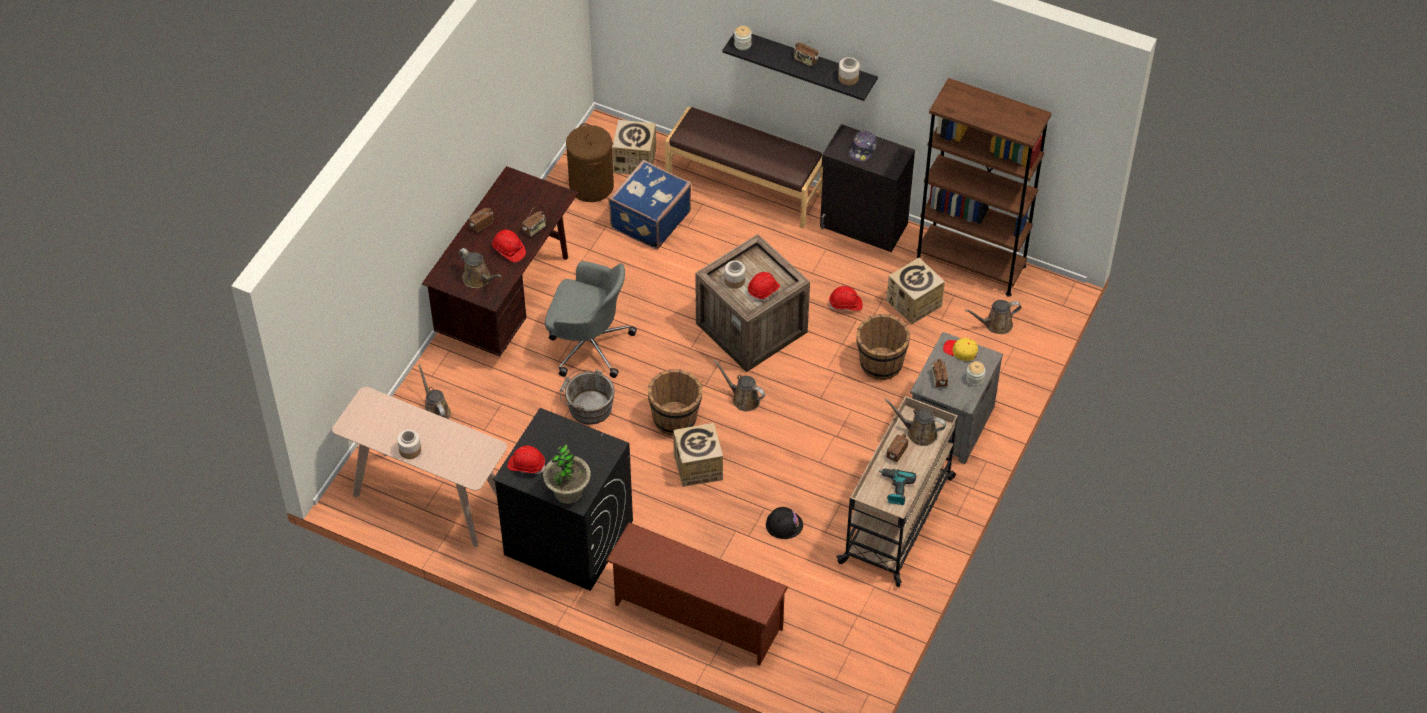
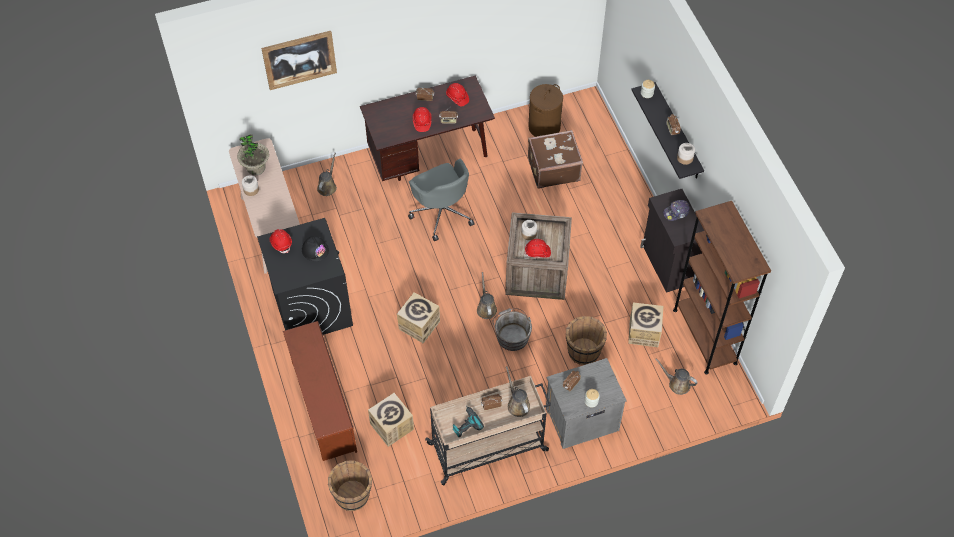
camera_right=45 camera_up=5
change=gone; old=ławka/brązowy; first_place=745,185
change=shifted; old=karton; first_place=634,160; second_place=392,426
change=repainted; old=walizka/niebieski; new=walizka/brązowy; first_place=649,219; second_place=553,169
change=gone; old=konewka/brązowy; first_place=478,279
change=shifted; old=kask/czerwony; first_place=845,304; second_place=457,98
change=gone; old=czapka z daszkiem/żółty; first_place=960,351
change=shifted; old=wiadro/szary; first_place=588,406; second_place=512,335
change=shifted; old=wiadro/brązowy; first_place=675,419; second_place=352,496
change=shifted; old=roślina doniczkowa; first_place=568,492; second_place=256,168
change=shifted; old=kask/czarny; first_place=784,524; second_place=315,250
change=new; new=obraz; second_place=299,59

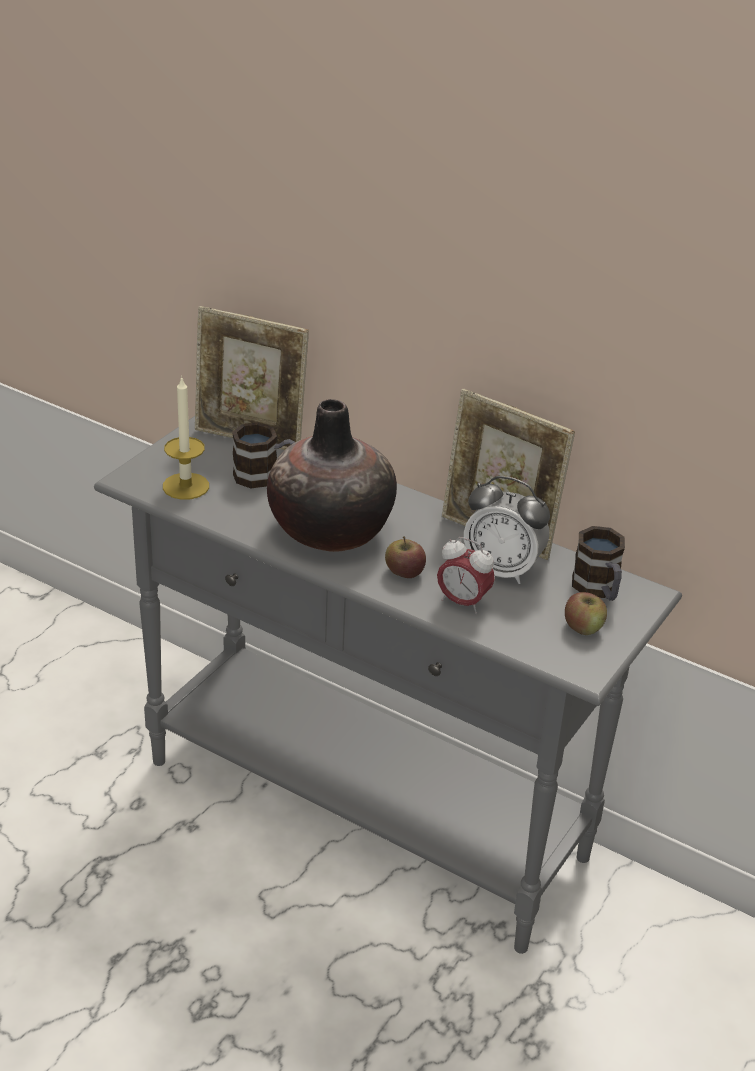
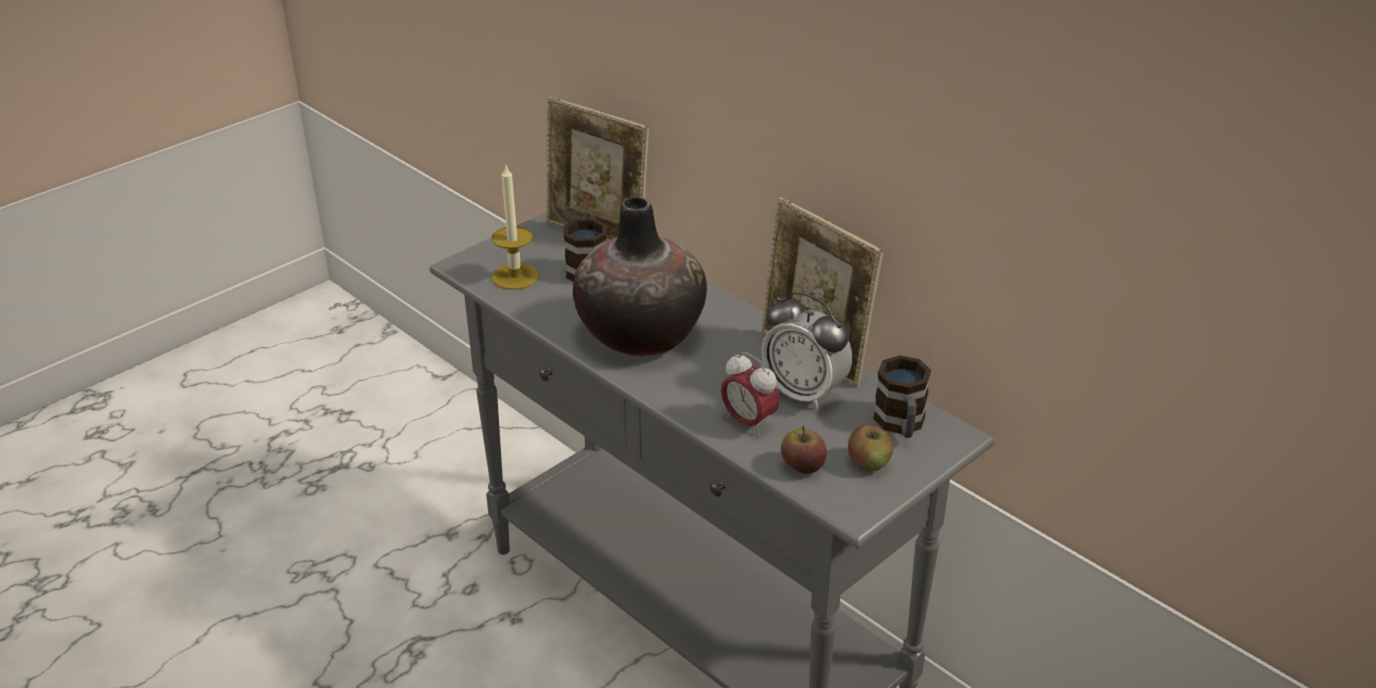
camera_right=15 camera_up=0
change=shifted; old=jabłko; first_place=404,572; second_place=802,466

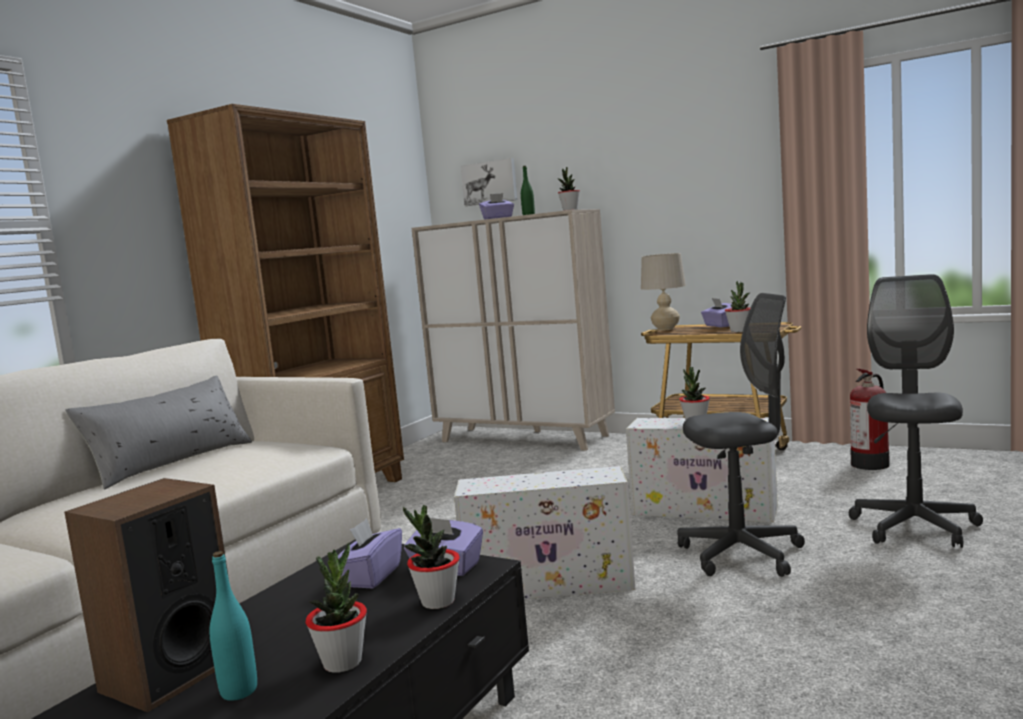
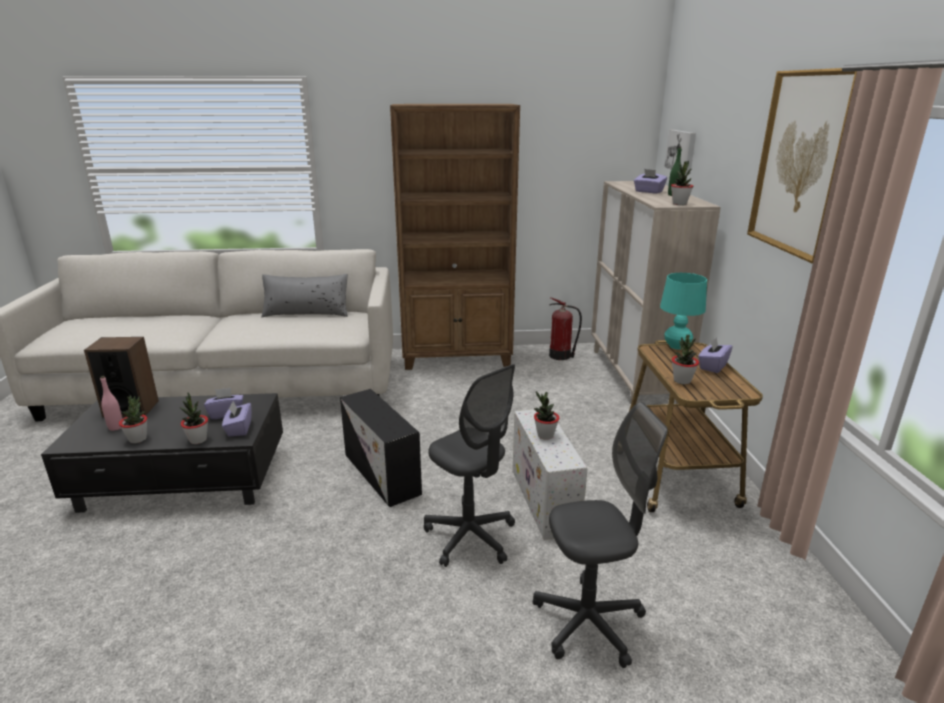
camera_right=55 camera_up=15
change=repainted; old=lampa stołowa/beżowy; new=lampa stołowa/turkusowy; first_place=665,329; second_place=676,346
change=shifted; old=gaśnica; first_place=871,464; second_place=561,356
change=repainted; old=pojemnik do przechowywania/biały; new=pojemnik do przechowywania/czarny; first_place=552,584; second_place=382,474
change=repainted; old=butelka/turkusowy; new=butelka/różowy; first_place=239,691; second_place=116,427
change=new; new=obraz; second_place=801,163

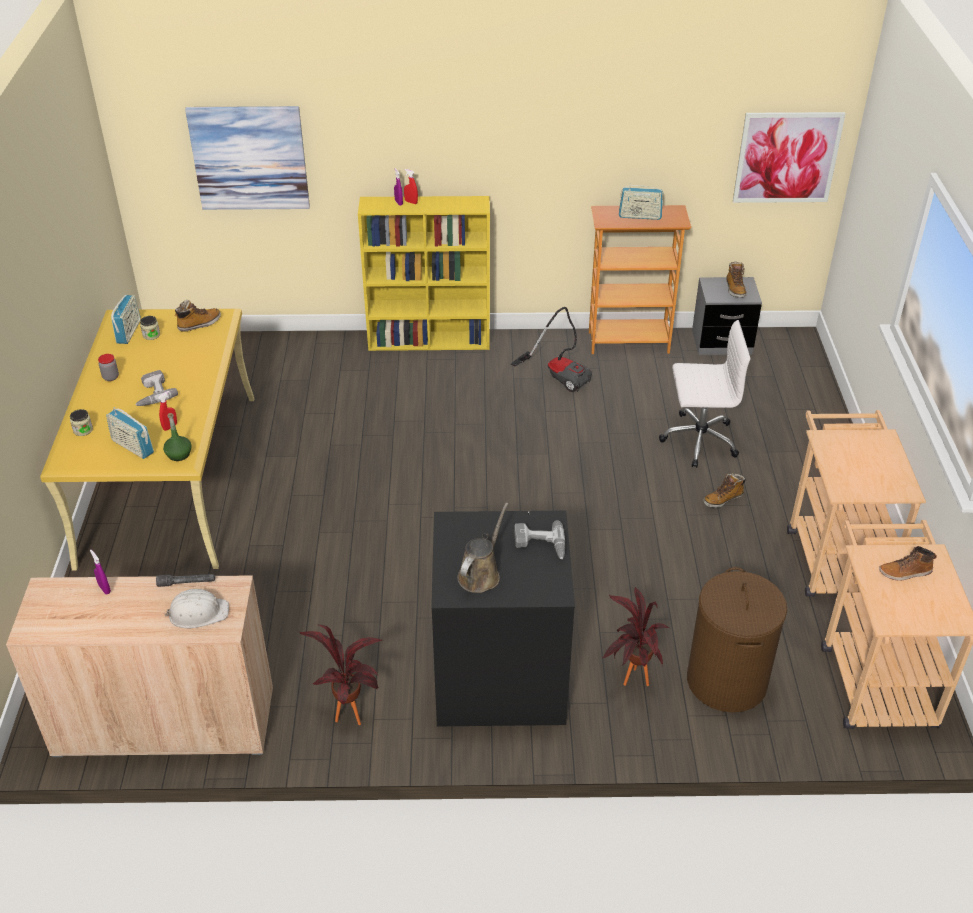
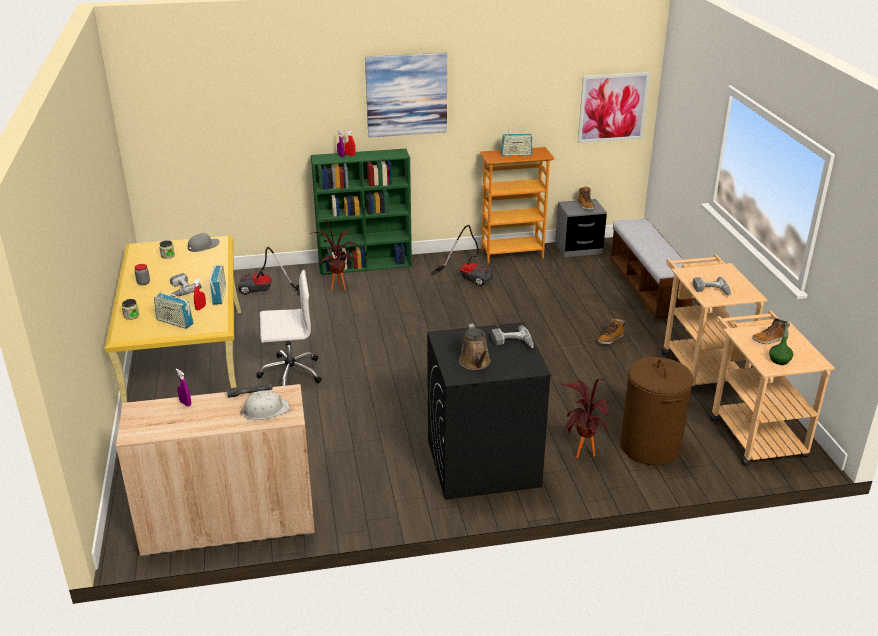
camera_right=-10 camera_up=-10
change=shifted; old=obraz; first_place=249,158; second_place=406,95
change=repainted; old=regał/żółty; new=regał/zielony; first_place=430,340; second_place=366,265
change=shifted; old=radio; first_place=129,332; second_place=219,296
change=swapped; old=but z cholewką; new=czapka z daszkiem/szary; first_place=199,324; second_place=203,246
change=shifted; old=krzesło biurowe/biały; first_place=698,440; second_place=289,373
change=shifted; old=butelka/zielony; first_place=179,454; second_place=779,360
change=rotated; old=konewka/brązowy; first_place=481,574; second_place=475,363; degrees=150
change=shifted; old=roślina doniczkowa; first_place=350,710; second_place=338,286
change=new; new=ławka; second_place=648,288
change=new; new=odkurzacz; second_place=265,291
change=new; new=wiertarka; second_place=711,291

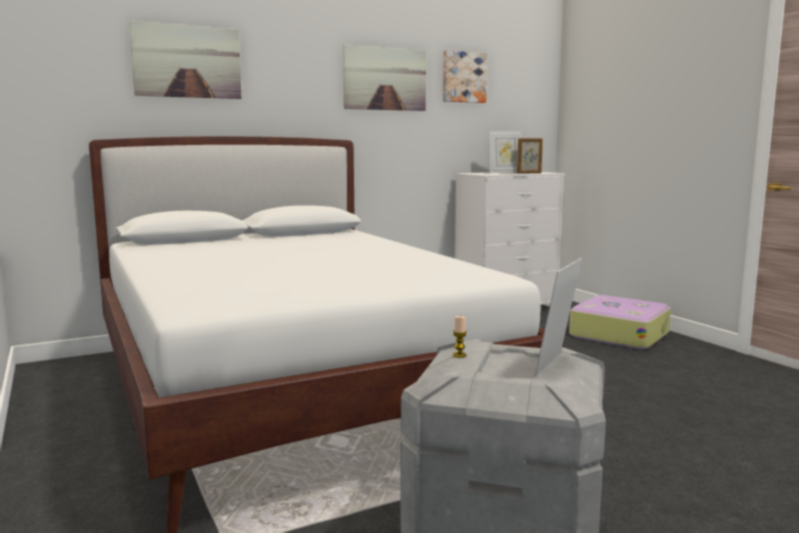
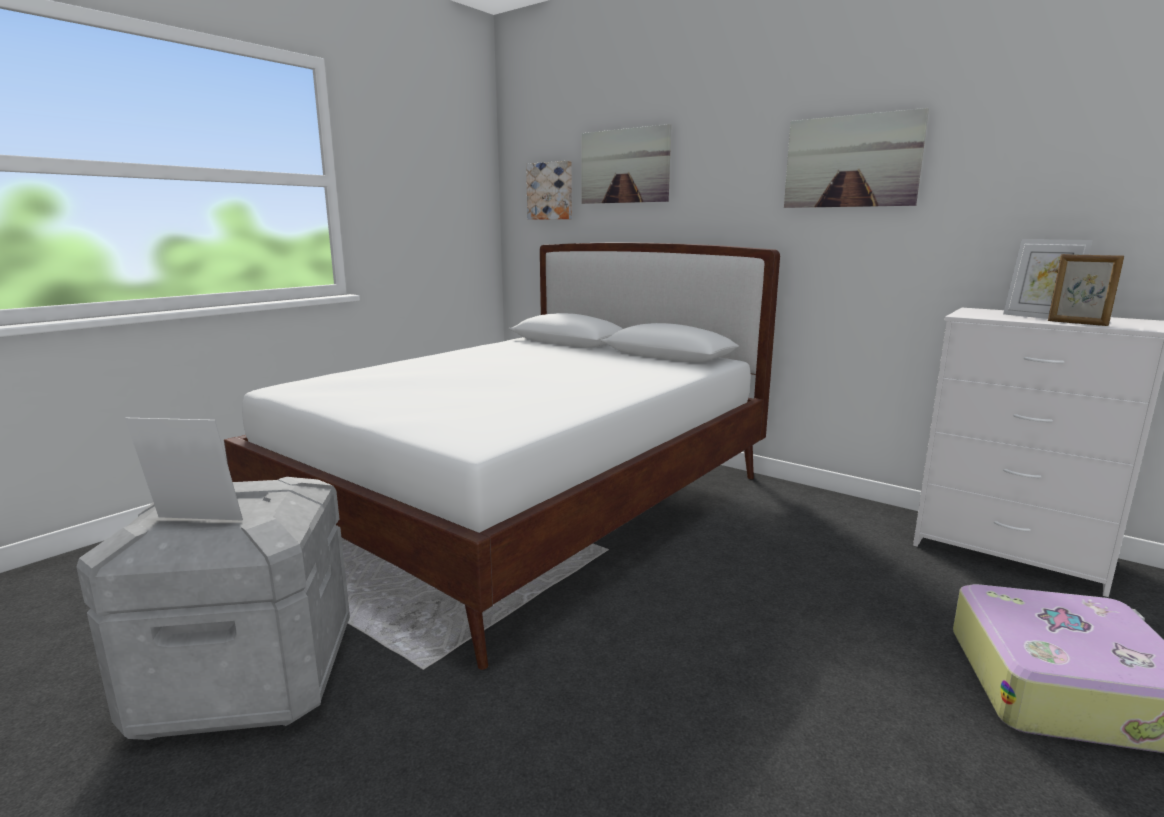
camera_right=65 camera_up=5
change=shifted; old=obraz; first_place=463,77; second_place=551,191
change=gone; old=świeca; first_place=459,355

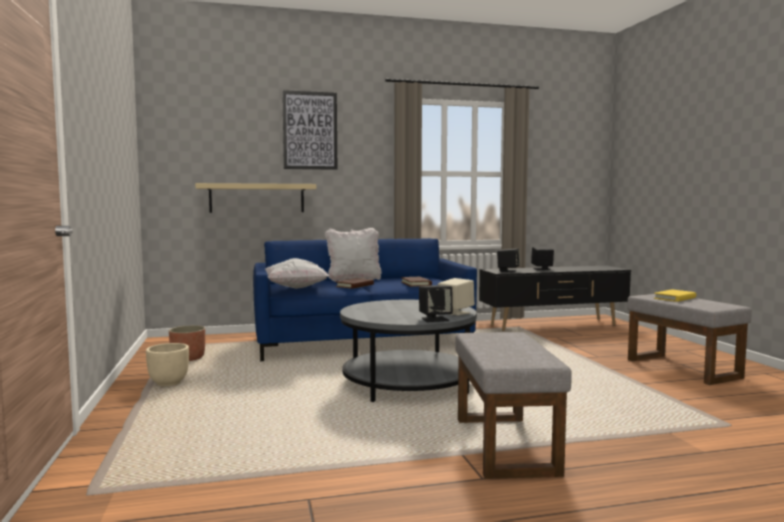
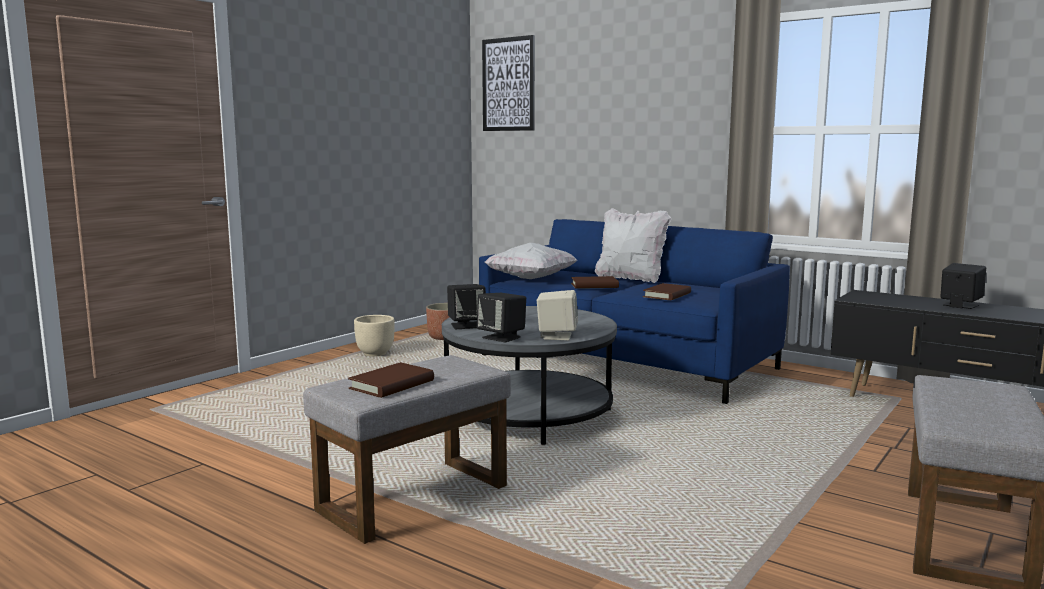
camera_right=50 camera_up=5
change=shifted; old=obraz; first_place=310,130; second_place=508,84
change=gone; old=półka/beżowy; first_place=257,198
change=shifted; old=głośnik/czarny; first_place=508,271; second_place=466,325
change=gone; old=książka/żółty; first_place=675,298
change=new; new=książka/brązowy; second_place=392,385

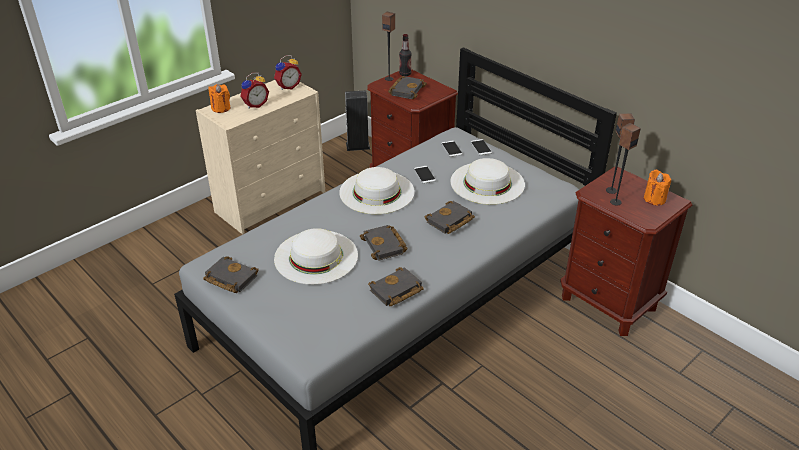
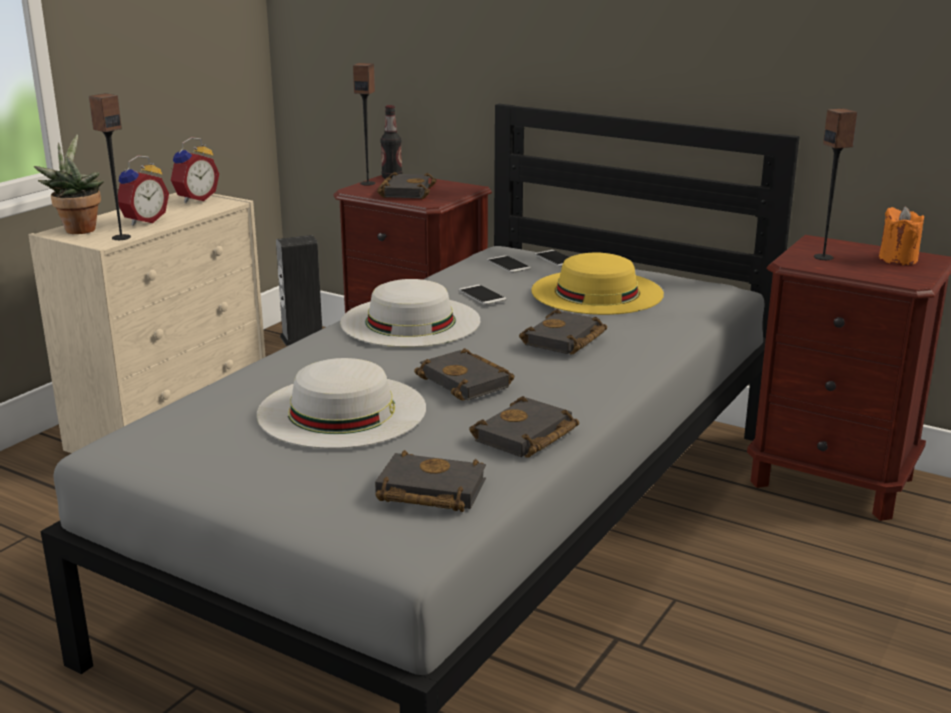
camera_right=-15 camera_up=-15
change=swapped; old=świeca/pomarańczowy; new=roślina doniczkowa; first_place=221,108; second_place=78,229
change=shifted; old=głośnik; first_place=615,202; second_place=121,237
change=repainted; old=kapelusz/biały; new=kapelusz/żółty; first_place=487,183; second_place=597,292
change=shifted; old=książka/czarny; first_place=229,278; second_place=427,491

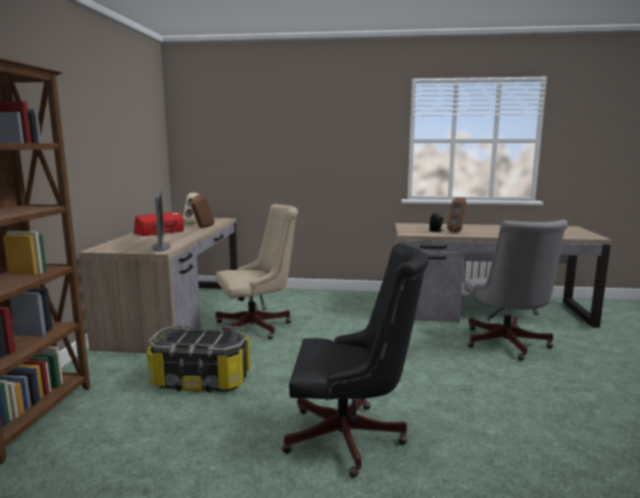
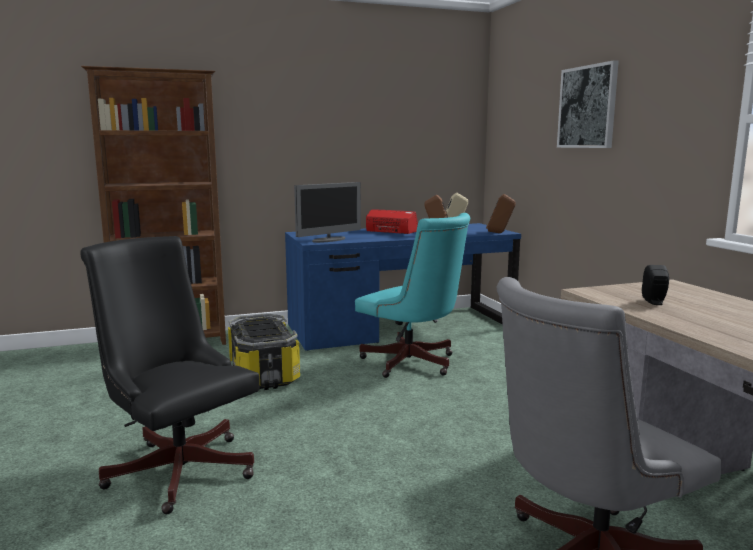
camera_right=65 camera_up=0
change=shifted; old=głośnik/brązowy; first_place=457,231; second_place=500,233
change=repainted; old=krzesło biurowe/beżowy; new=krzesło biurowe/turkusowy; first_place=258,327; second_place=413,364
change=repainted; old=biurko/brązowy; new=biurko/niebieski; first_place=177,314; second_place=401,327
change=rotated; old=krzesło biurowe/czarny; first_place=351,438; second_place=178,466; degrees=150
change=new; new=obraz; second_place=587,107

